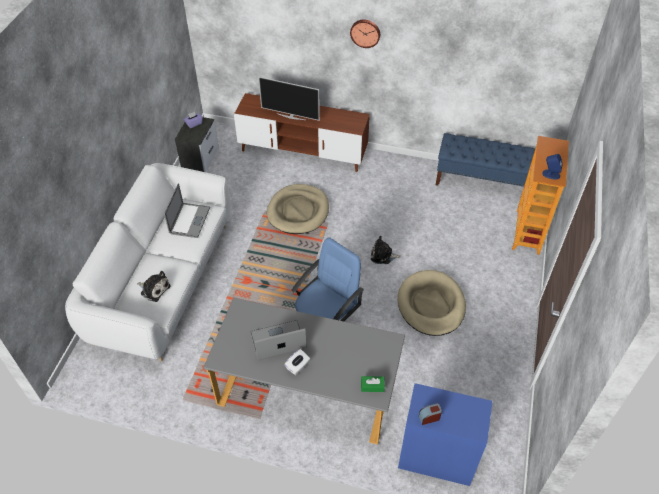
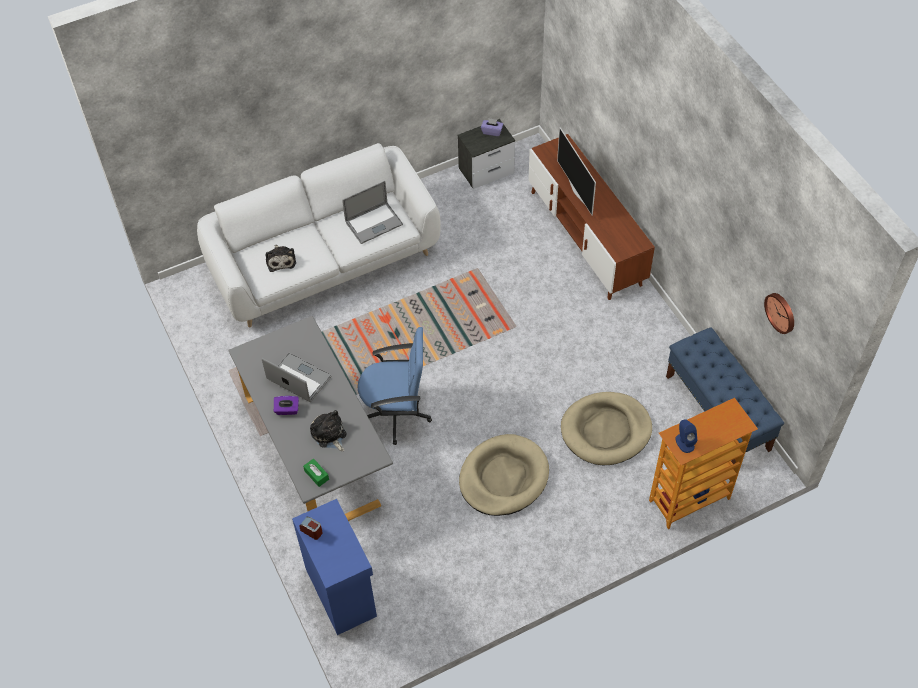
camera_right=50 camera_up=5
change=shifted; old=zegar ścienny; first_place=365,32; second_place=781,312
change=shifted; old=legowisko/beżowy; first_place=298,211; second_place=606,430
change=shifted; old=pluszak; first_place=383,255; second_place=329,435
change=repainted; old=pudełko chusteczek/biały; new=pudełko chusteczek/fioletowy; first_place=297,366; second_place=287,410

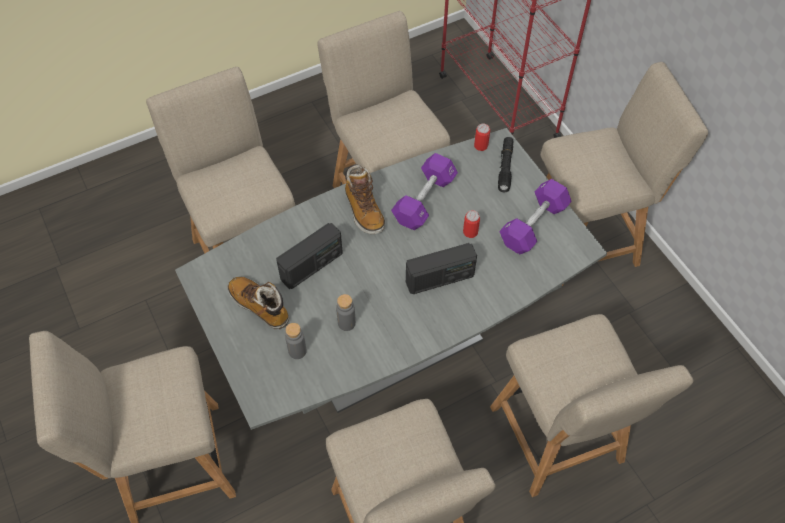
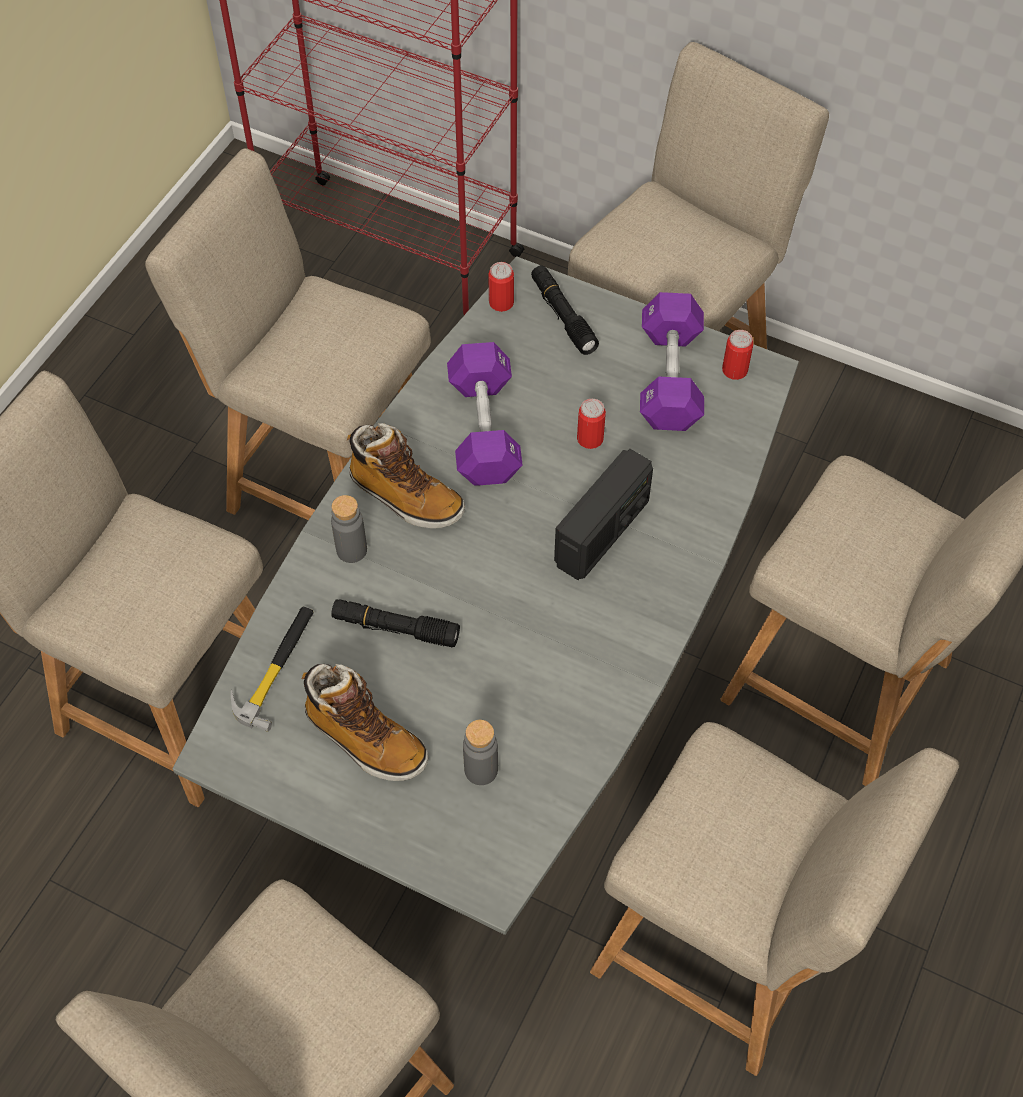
camera_right=-35 camera_up=0
change=swapped; old=radio; new=latarka/czarny; first_place=312,266; second_place=395,628
change=rotated; old=but z cholewką; first_place=260,306; second_place=365,739; degrees=-150
change=shifted; old=butelka/szary; first_place=346,323; second_place=351,550
change=new; new=puszka; second_place=734,370
change=new; new=młotek; second_place=276,667

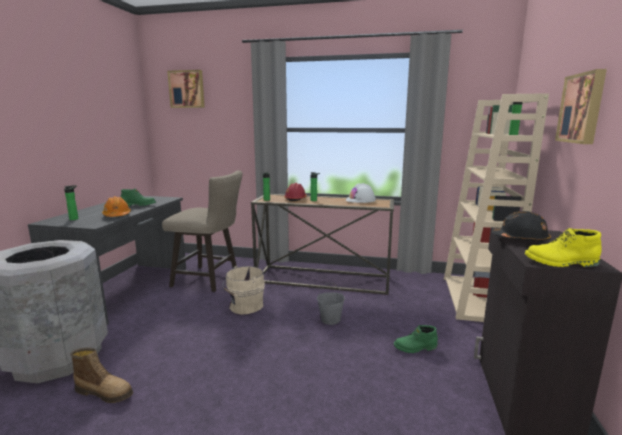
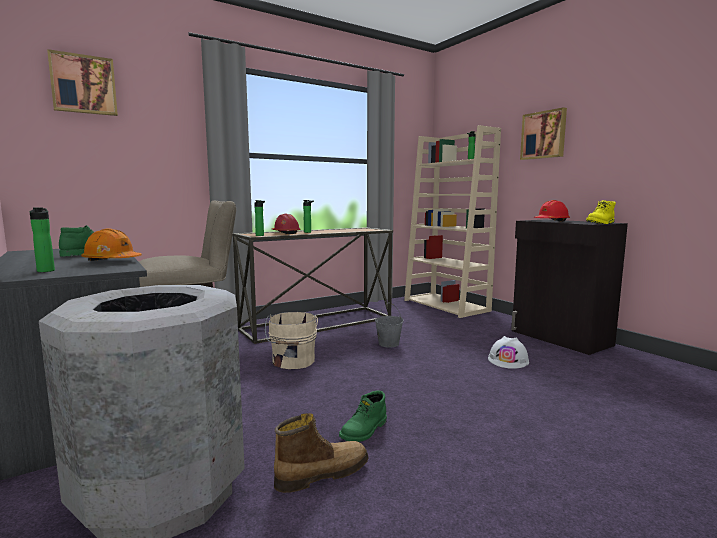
camera_right=-45 camera_up=-5
change=shifted; old=kask/biały; first_place=360,200; second_place=508,360
change=repainted; old=kask/czarny; new=kask/czerwony; first_place=520,240; second_place=551,221
change=shifted; old=but z cholewką/zielony; first_place=415,348; second_place=365,431

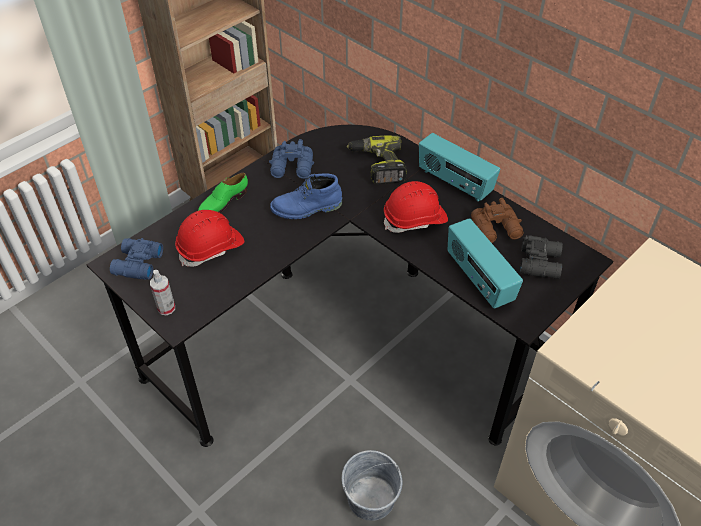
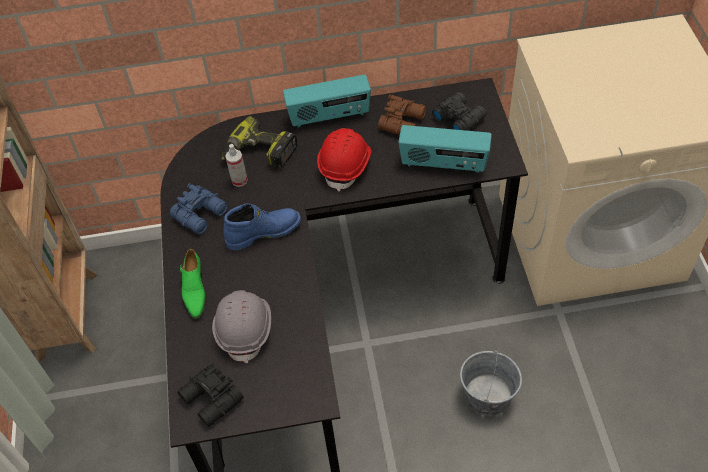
camera_right=-50 camera_up=5
change=rotated; old=but z cholewką/niebieski; first_place=306,209; second_place=263,231; degrees=-135
change=repainted; old=kask/czerwony; new=kask/szary; first_place=211,248; second_place=245,329
change=repainted; old=lornetka/niebieski; new=lornetka/czarny; first_place=137,264; second_place=211,400
change=shifted; old=spryskiwacz; first_place=166,308; second_place=239,180

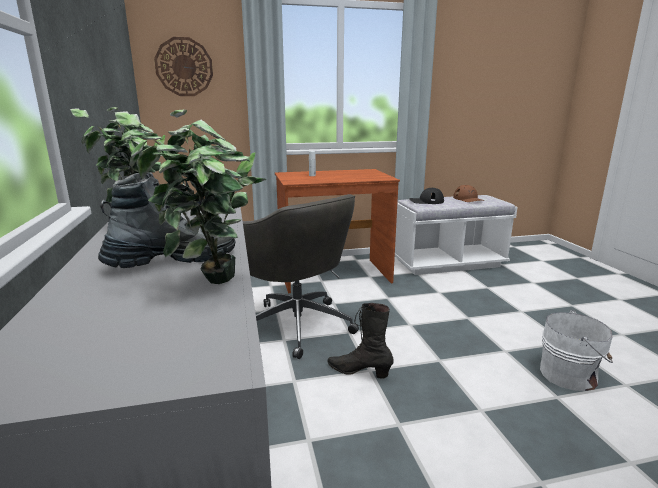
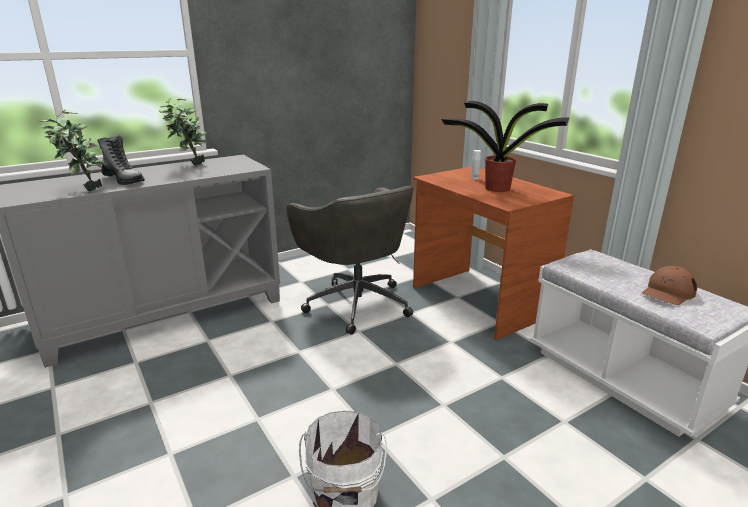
camera_right=70 camera_up=5
change=gone; old=zegar ścienny; first_place=184,67
change=gone; old=czapka z daszkiem/czarny; first_place=426,201
change=rotated; old=krzesło biurowe/szary; first_place=295,324; second_place=356,303; degrees=-60
change=gone; old=but z cholewką/czarny; first_place=359,371
change=new; new=roślina doniczkowa; second_place=495,188

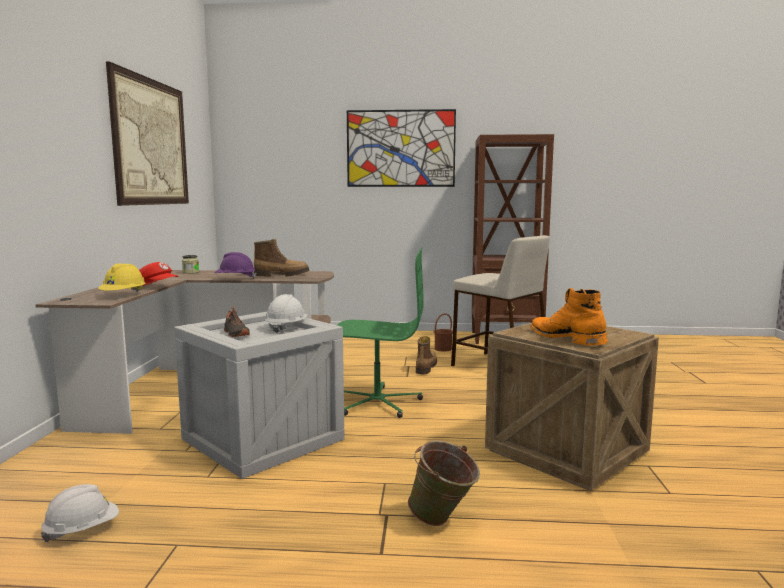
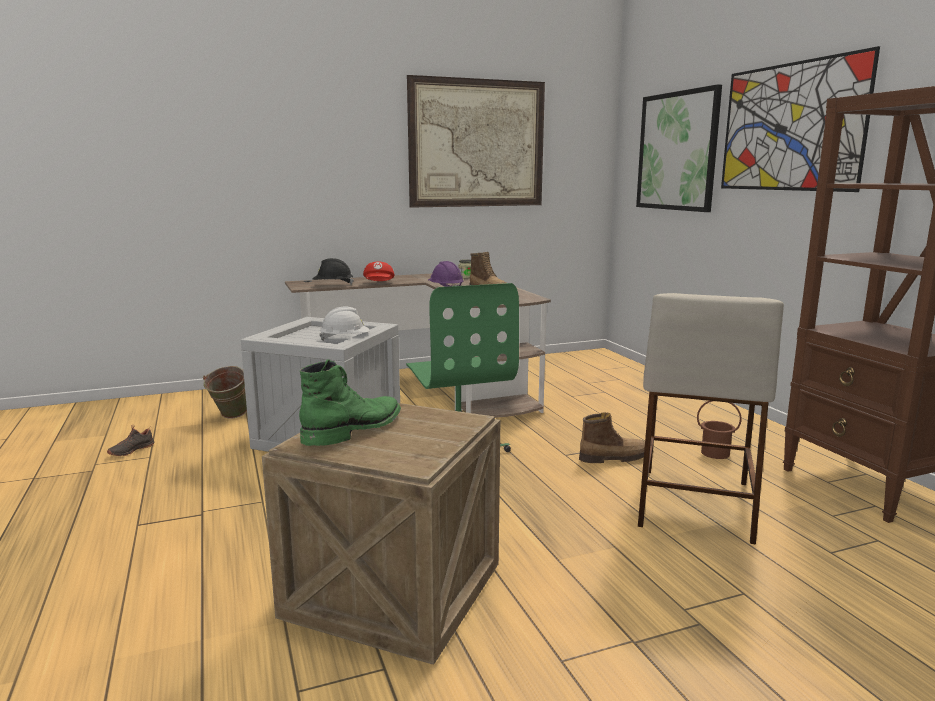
camera_right=65 camera_up=5
change=repainted; old=kask/żółty; new=kask/czarny; first_place=123,295; second_place=333,285
change=repainted; old=but z cholewką/pomarańczowy; new=but z cholewką/zielony; first_place=566,338; second_place=355,430
change=shifted; old=but/czarny; first_place=235,334; second_place=131,450
change=shifted; old=wiadro/zielony; first_place=442,521; second_place=230,417
change=gone; old=kask/biały; first_place=82,530
change=new; new=obraz; second_place=677,151

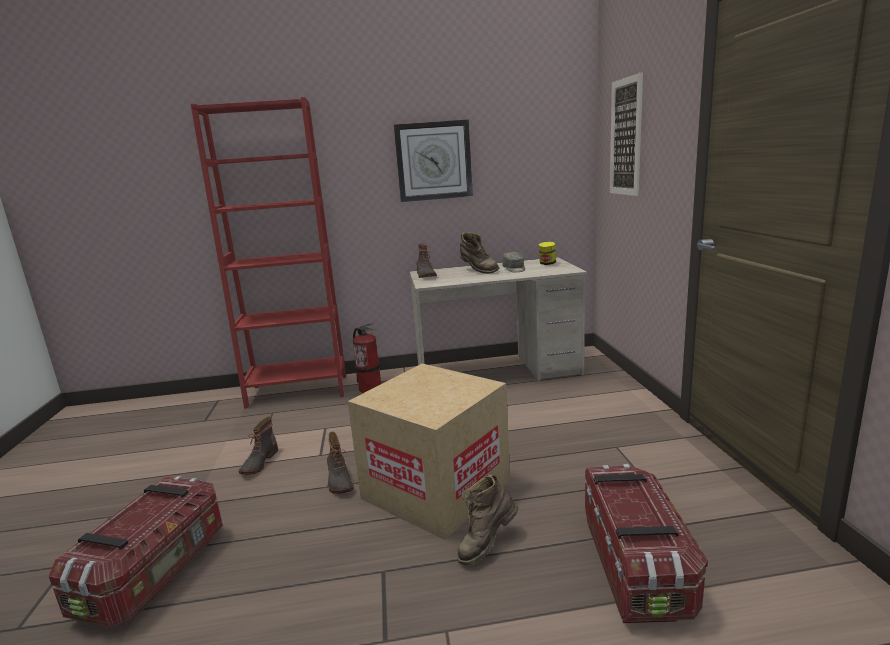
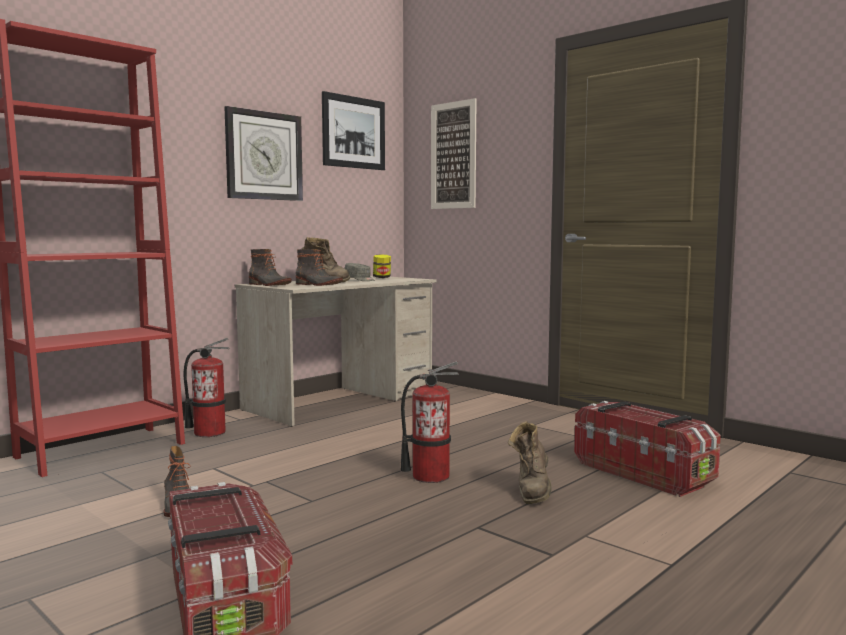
camera_right=-40 camera_up=-10
change=swapped; old=karton; new=gaśnica; first_place=436,489; second_place=430,476
change=shifted; old=but z cholewką; first_place=339,481; second_place=317,284
change=new; new=obraz; second_place=353,132

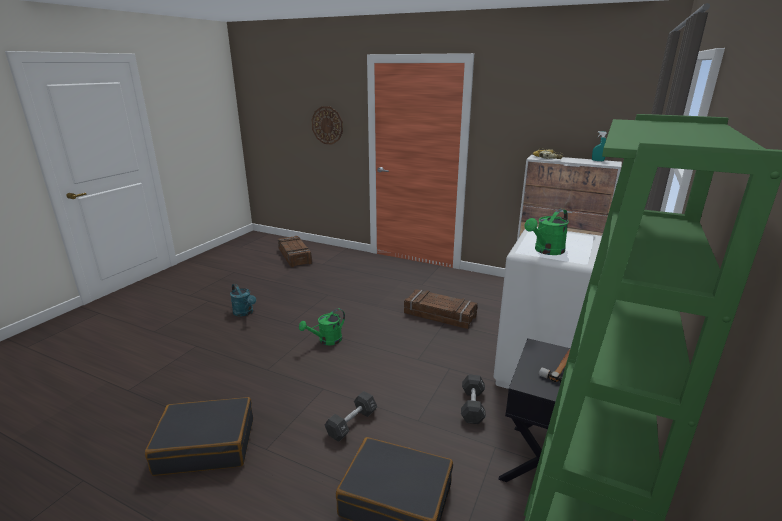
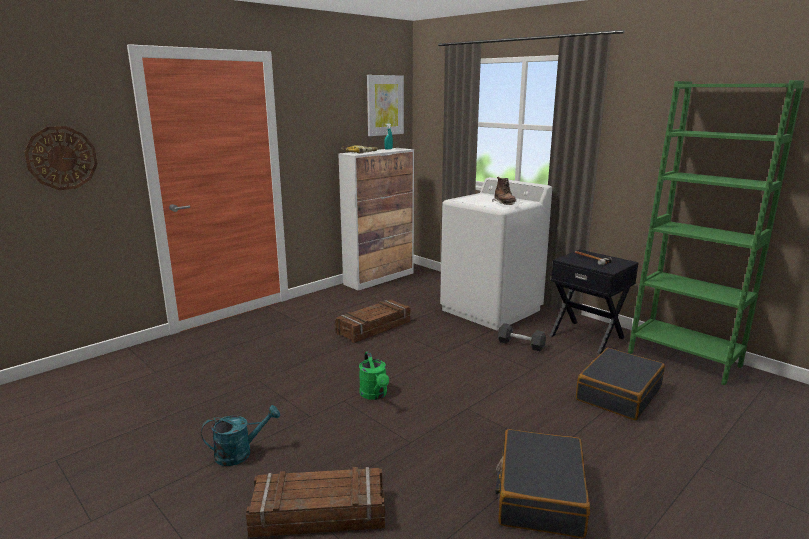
camera_right=-70 camera_up=-5
change=swapped; old=konewka/zielony; new=but z cholewką/brązowy; first_place=546,251; second_place=504,204
change=shifted; old=skrzynka; first_place=295,256; second_place=319,512
change=gone; old=hantel/czarny; first_place=352,423
change=new; new=obraz; second_place=385,105

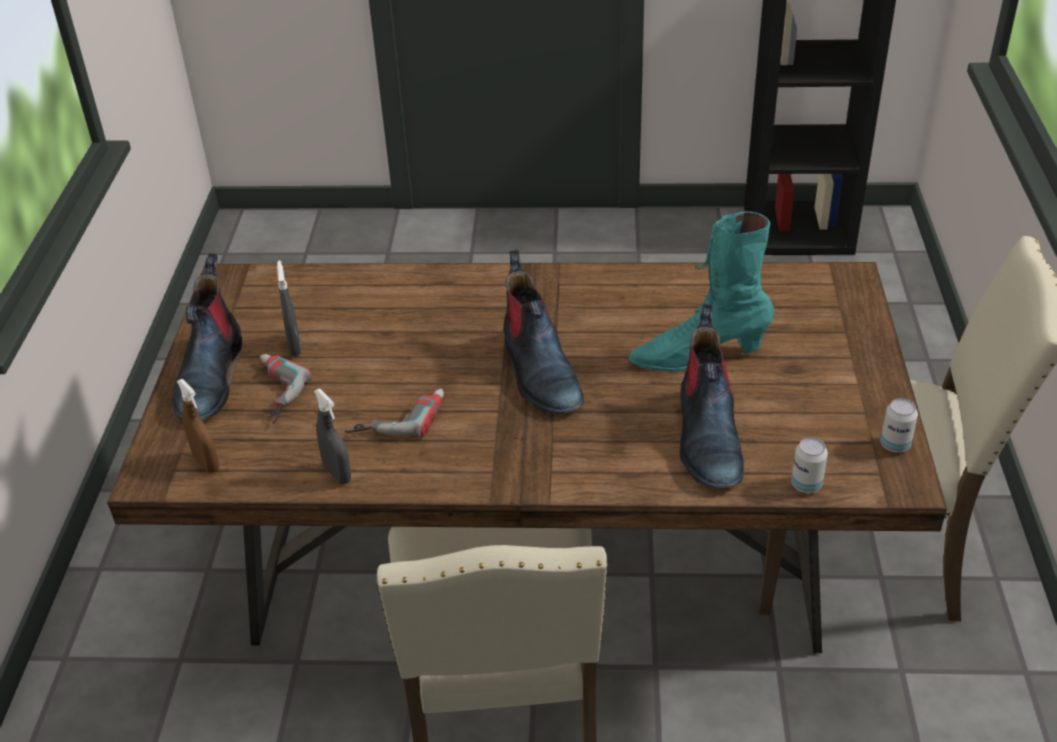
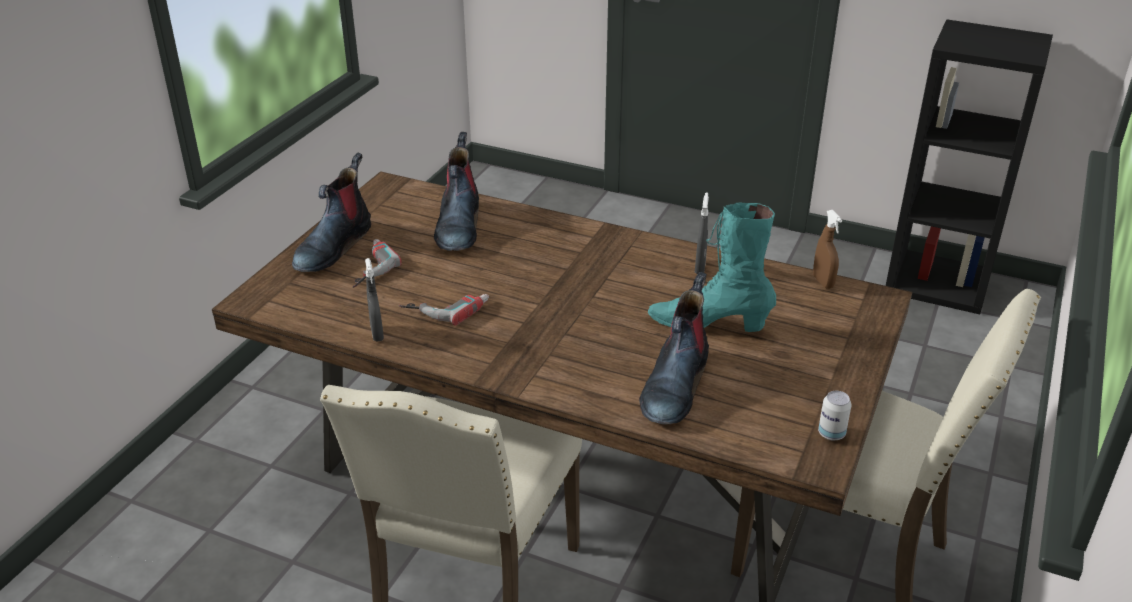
camera_right=20 camera_up=-5
change=shifted; old=but z cholewką; first_place=539,372; second_place=458,225
change=shifted; old=spryskiwacz/szary; first_place=294,346; second_place=700,267
change=shifted; old=spryskiwacz/brązowy; first_place=206,463; second_place=823,282
change=gone; old=puszka; first_place=806,485

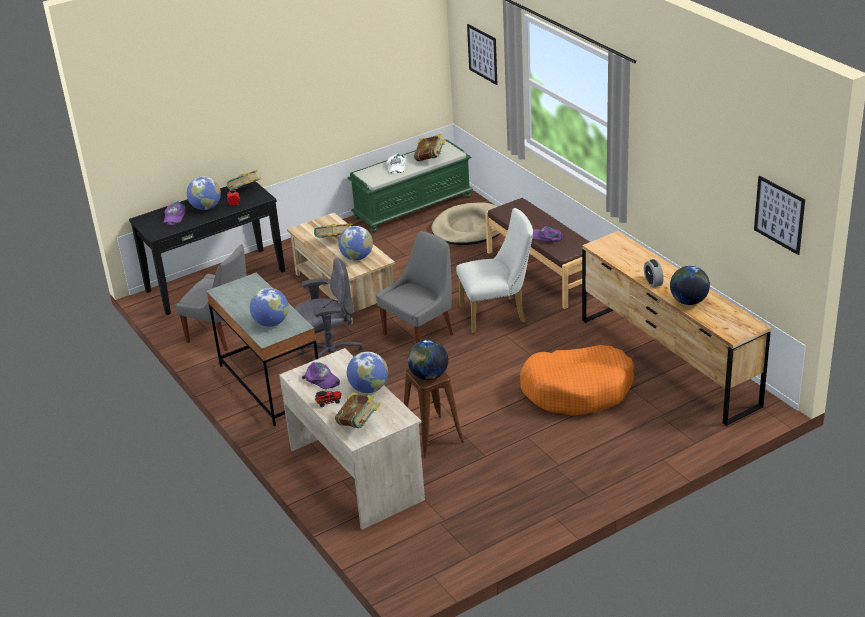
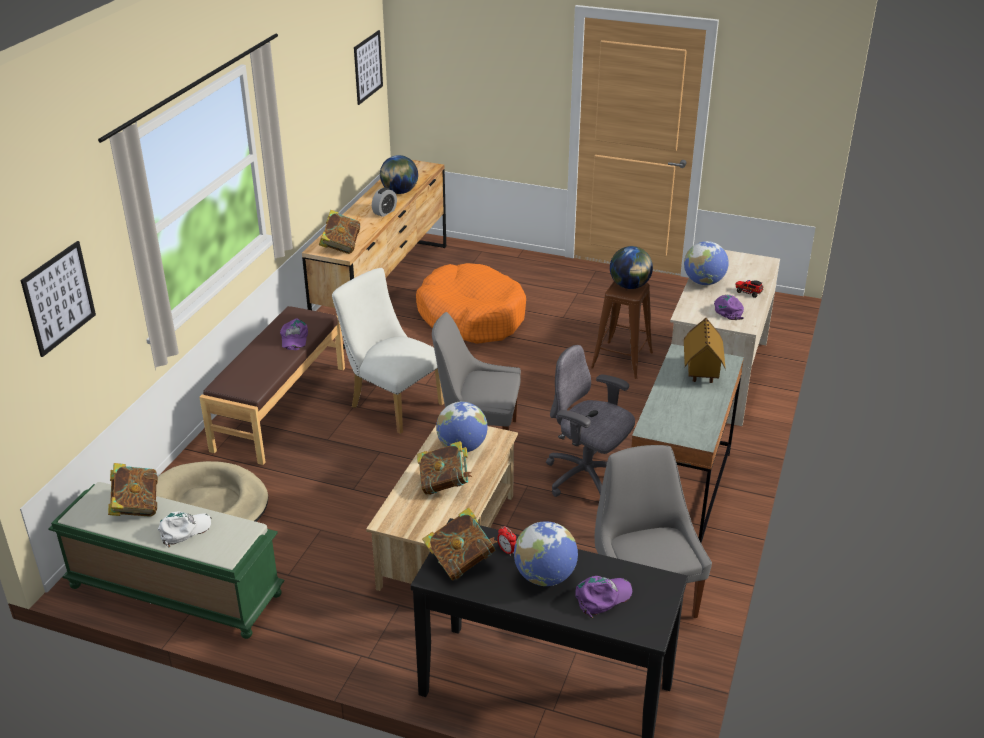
camera_right=-130 camera_up=0
change=swapped; old=globus; new=domek; first_place=271,323; second_place=701,372
change=shifted; old=książka; first_place=359,424; second_place=341,247

